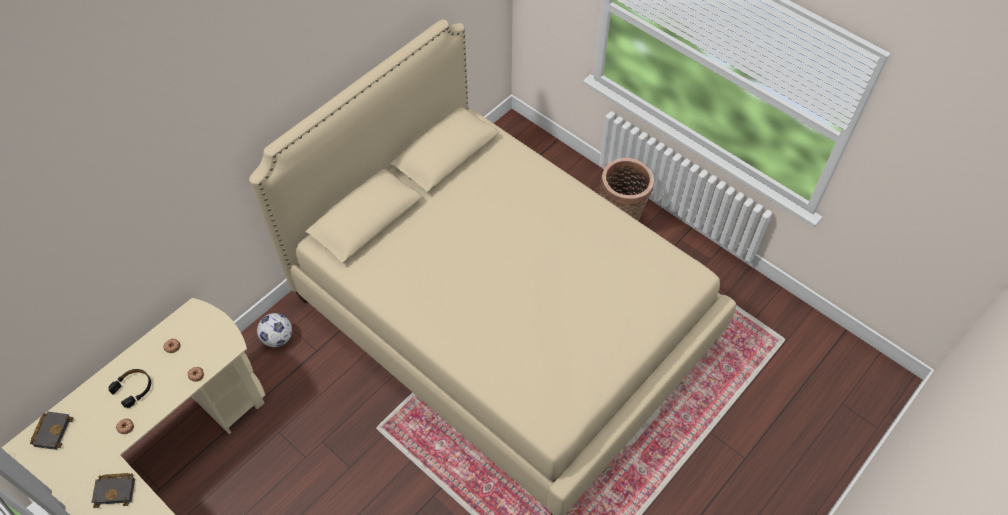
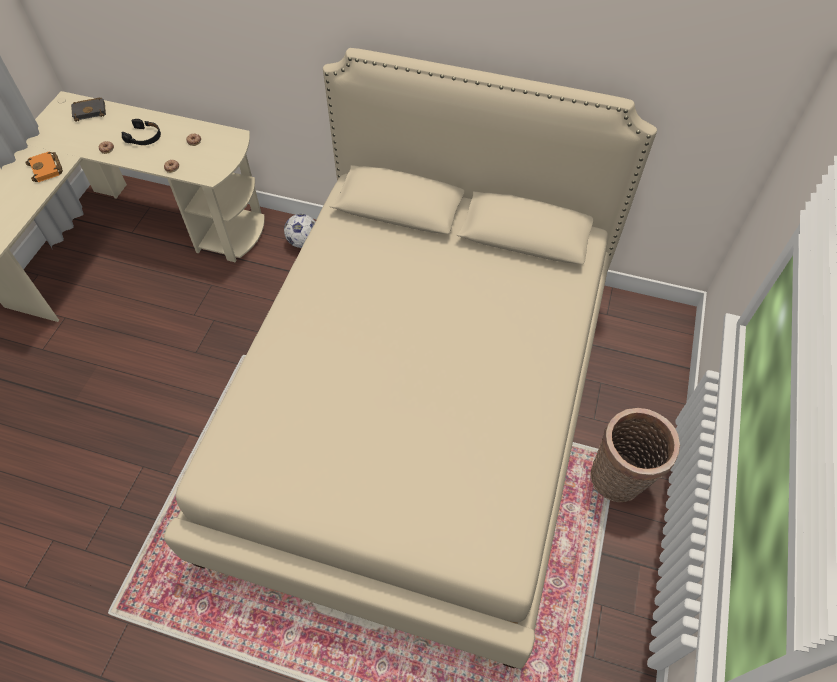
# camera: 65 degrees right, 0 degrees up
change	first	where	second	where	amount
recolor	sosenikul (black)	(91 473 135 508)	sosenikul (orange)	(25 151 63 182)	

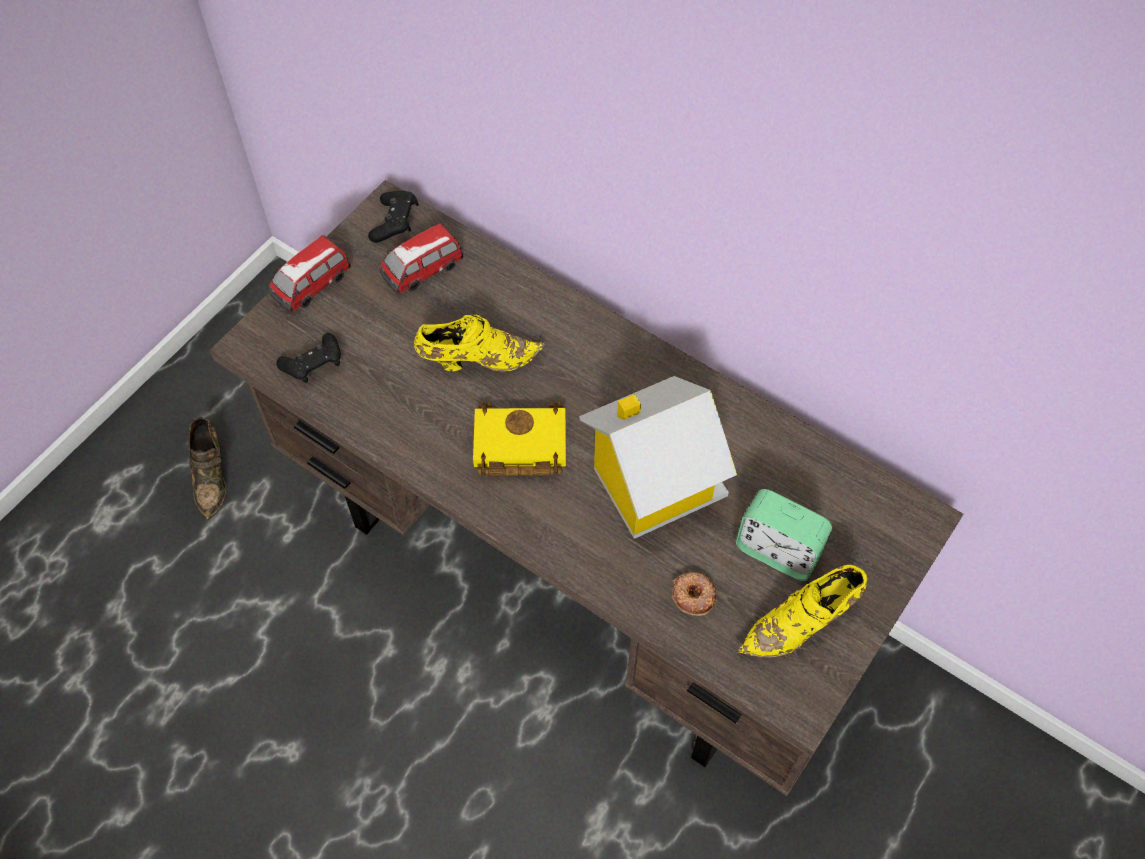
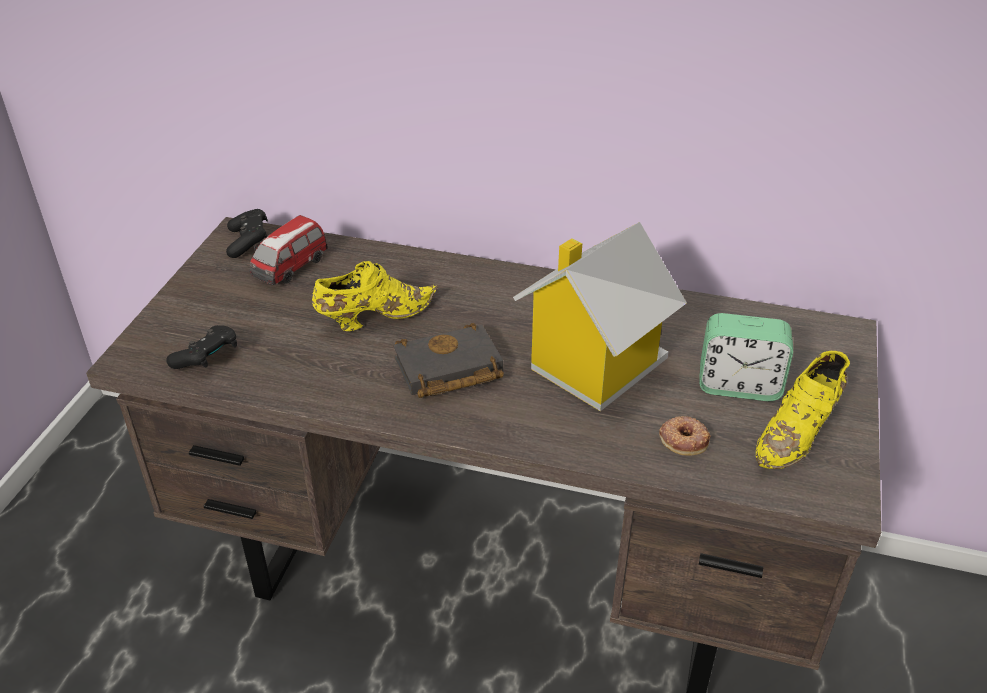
# camera: 20 degrees left, 20 degrees down
change	first	where	second	where	amount
delete	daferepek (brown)	(188 417 226 520)			
delete	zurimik	(269 235 351 312)			
recolor	sosenikul (yellow)	(473 402 566 476)	sosenikul (black)	(393 323 504 398)	

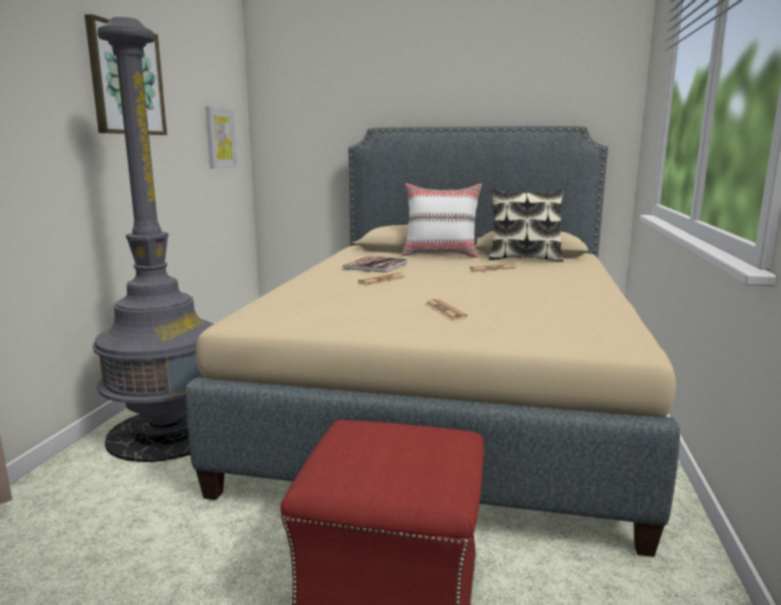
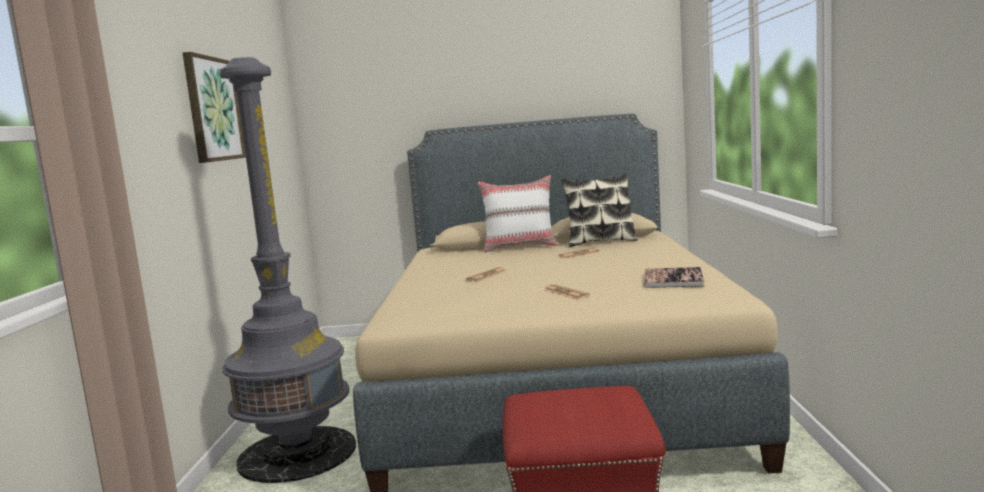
# camera: 10 degrees left, 5 degrees down
change	first	where	second	where	amount
delete	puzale	(205 106 237 169)			
move	sosenikul	(343 256 407 273)		(644 267 704 288)	

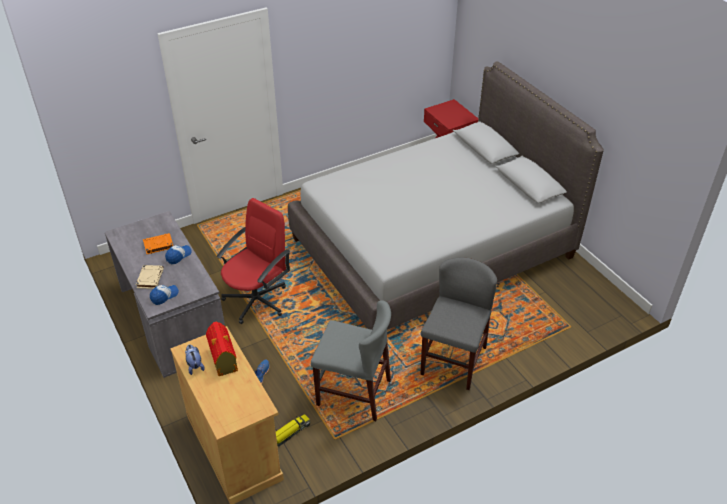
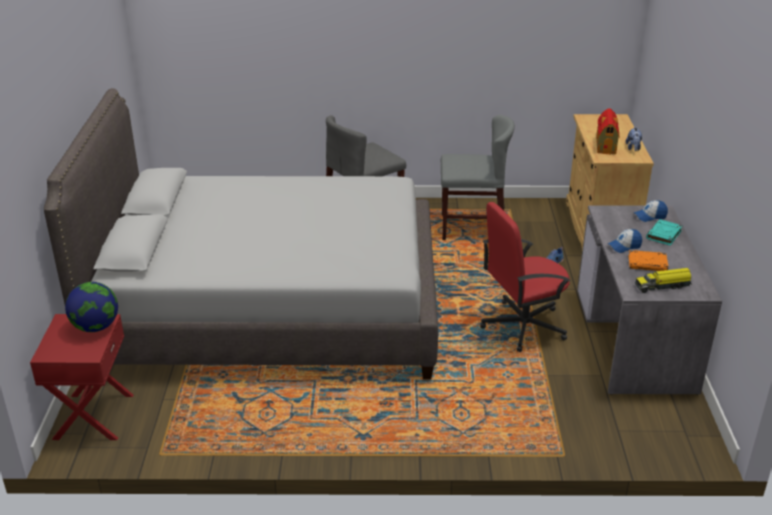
# camera: 150 degrees left, 10 degrees down
change	first	where	second	where	amount
recolor	sosenikul (beige)	(136 265 164 289)	sosenikul (turquoise)	(646 219 683 246)	
move	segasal	(276 414 311 447)		(635 268 692 293)	
rotate	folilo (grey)	(311 300 391 421)		(441 115 515 240)	135 degrees clockwise
insert			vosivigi	(65 282 118 332)	

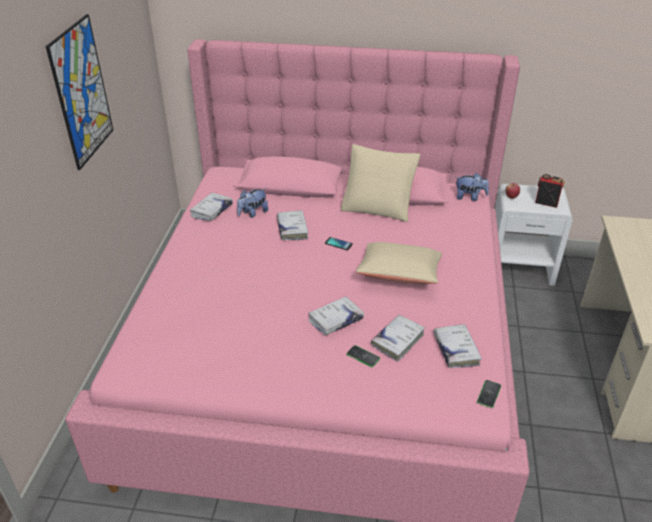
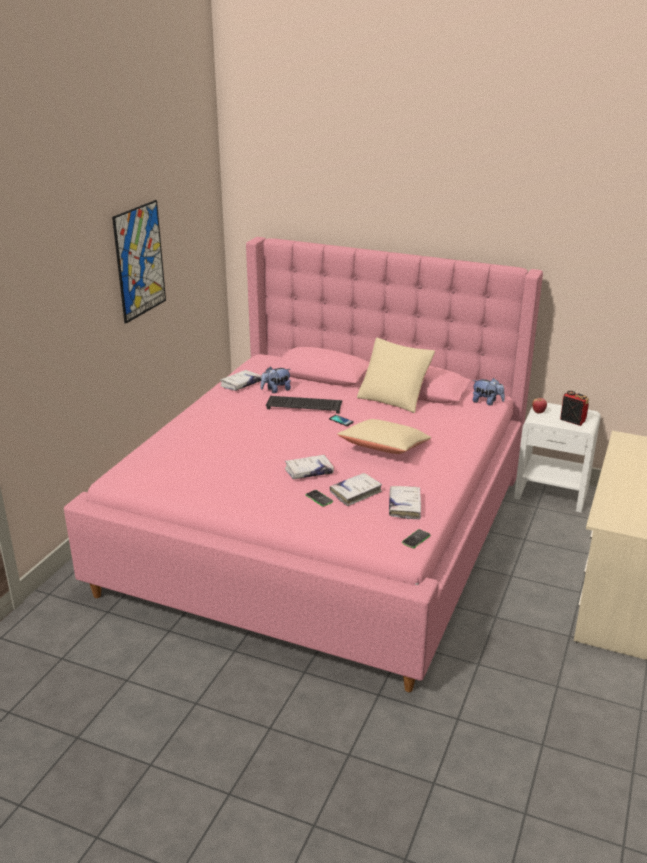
# camera: 15 degrees right, 10 degrees down
change	first	where	second	where	amount
replace	sosenikul (white)	(277 210 308 240)	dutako	(266 396 342 414)	

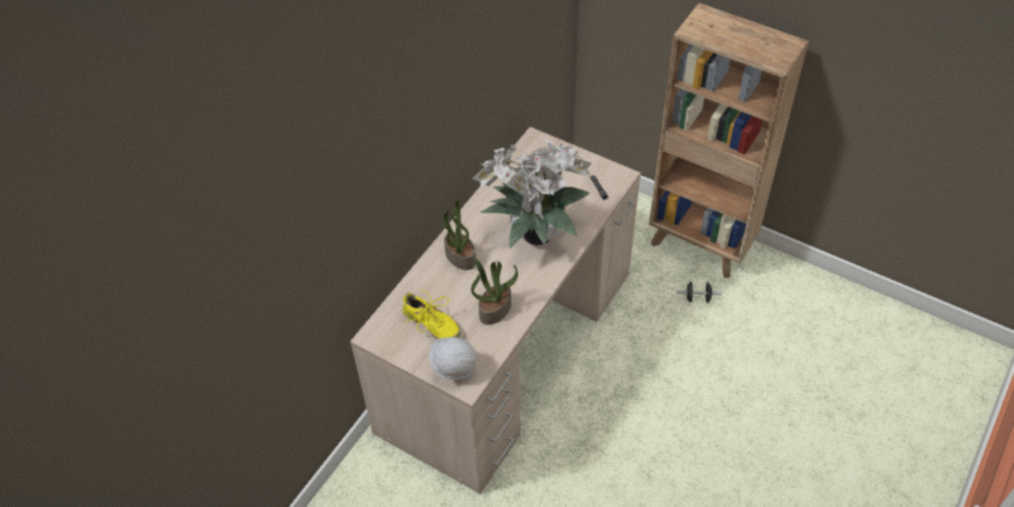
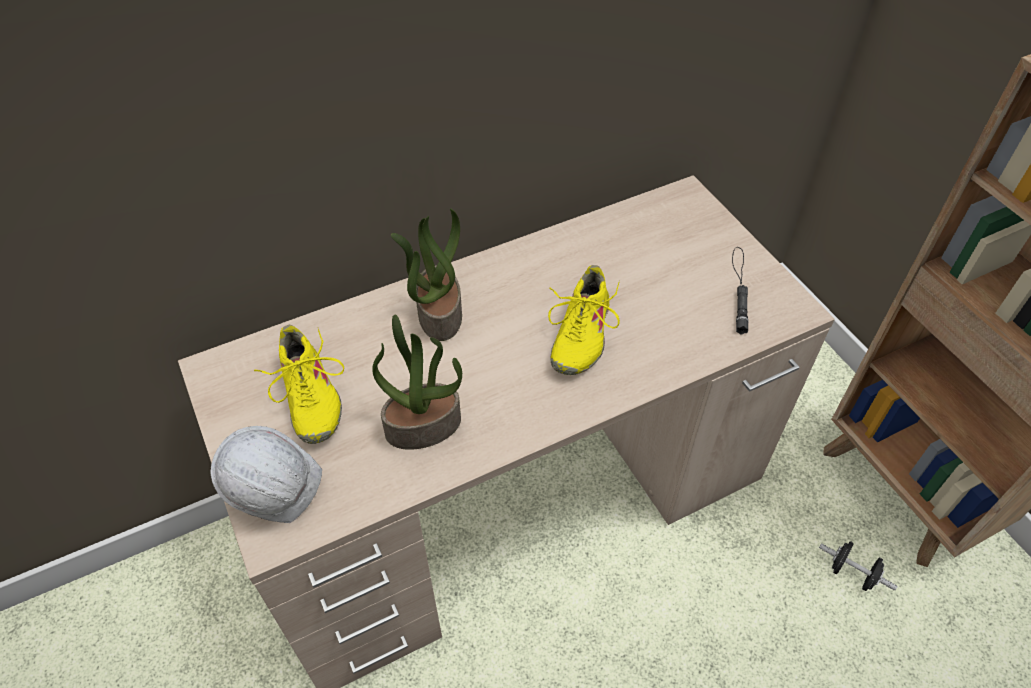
# camera: 30 degrees right, 0 degrees up
change	first	where	second	where	amount
replace	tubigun	(472 137 592 249)	daferepek (yellow)	(548 265 620 375)	

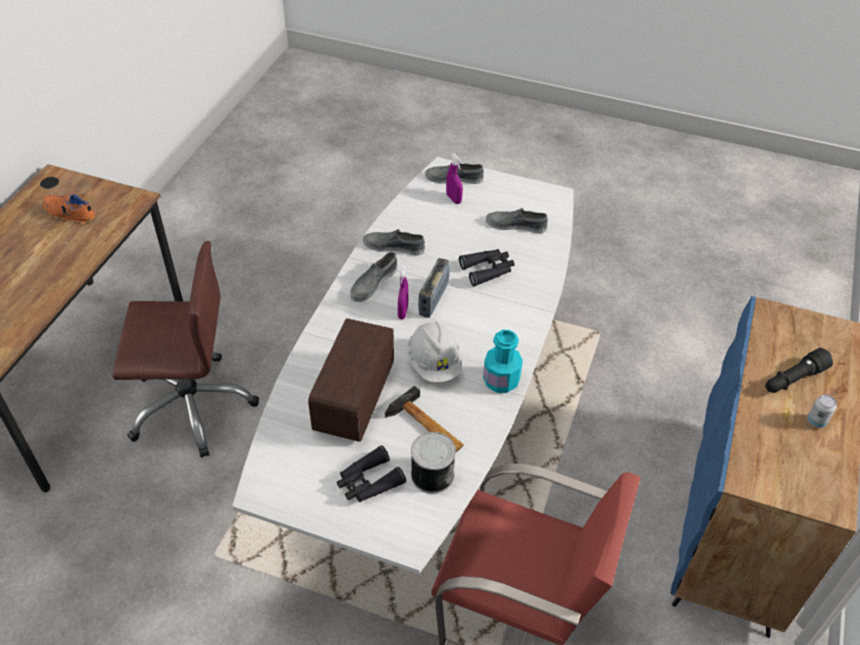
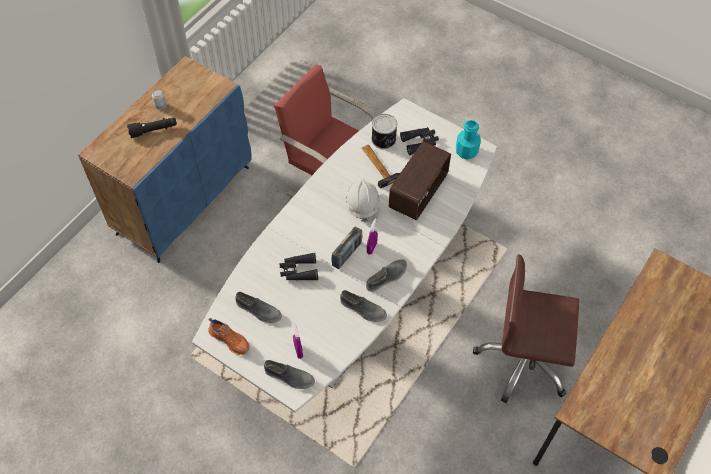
# camera: 165 degrees left, 10 degrees up
change	first	where	second	where	amount
move	daferepek (orange)	(42 193 97 225)		(208 318 250 355)	
move	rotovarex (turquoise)	(483 330 523 393)		(456 120 481 160)	

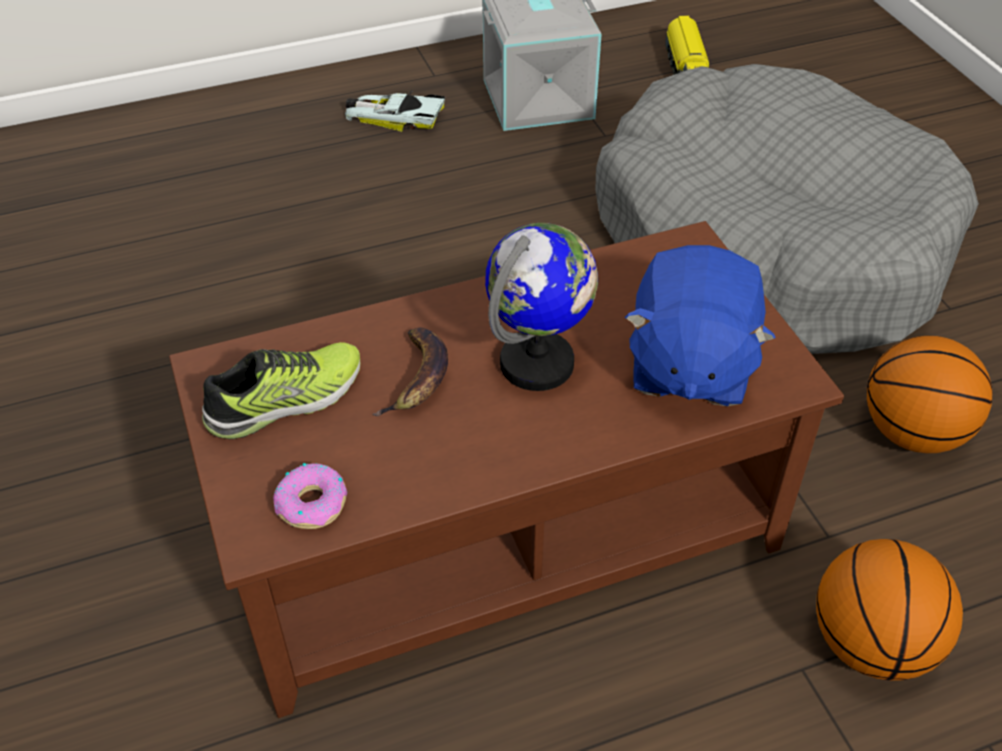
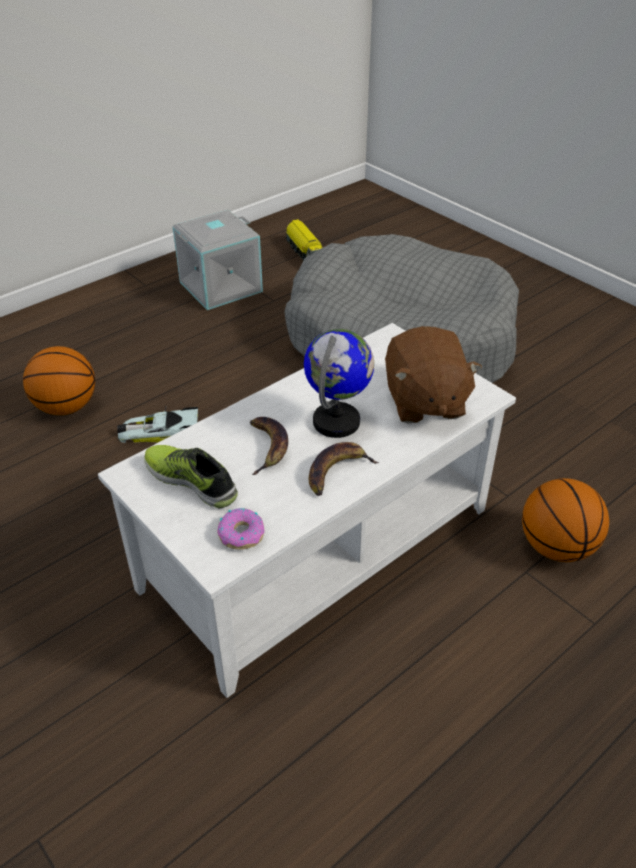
# camera: 20 degrees left, 5 degrees down
change	first	where	second	where	amount
recolor	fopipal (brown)	(169 221 844 718)	fopipal (white)	(98 323 516 698)	
rotate	daferepek	(202 342 360 439)		(144 445 238 508)	90 degrees counterclockwise
move	zurimik	(345 90 445 132)		(117 406 198 443)	
recolor	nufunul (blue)	(625 245 776 406)	nufunul (brown)	(385 326 482 424)	
move	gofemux	(867 336 992 453)		(23 346 95 415)	
insert			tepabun	(309 442 379 496)	

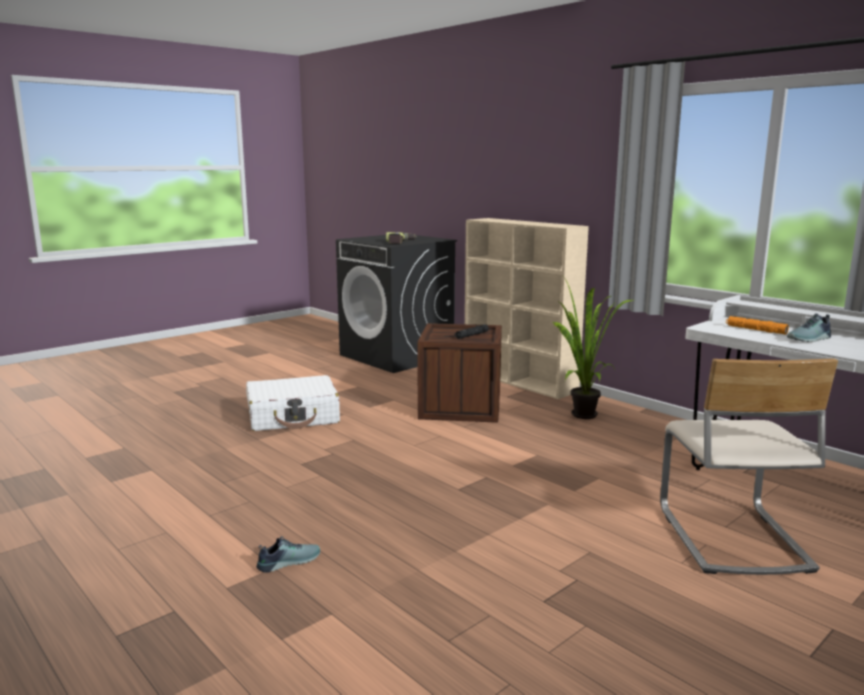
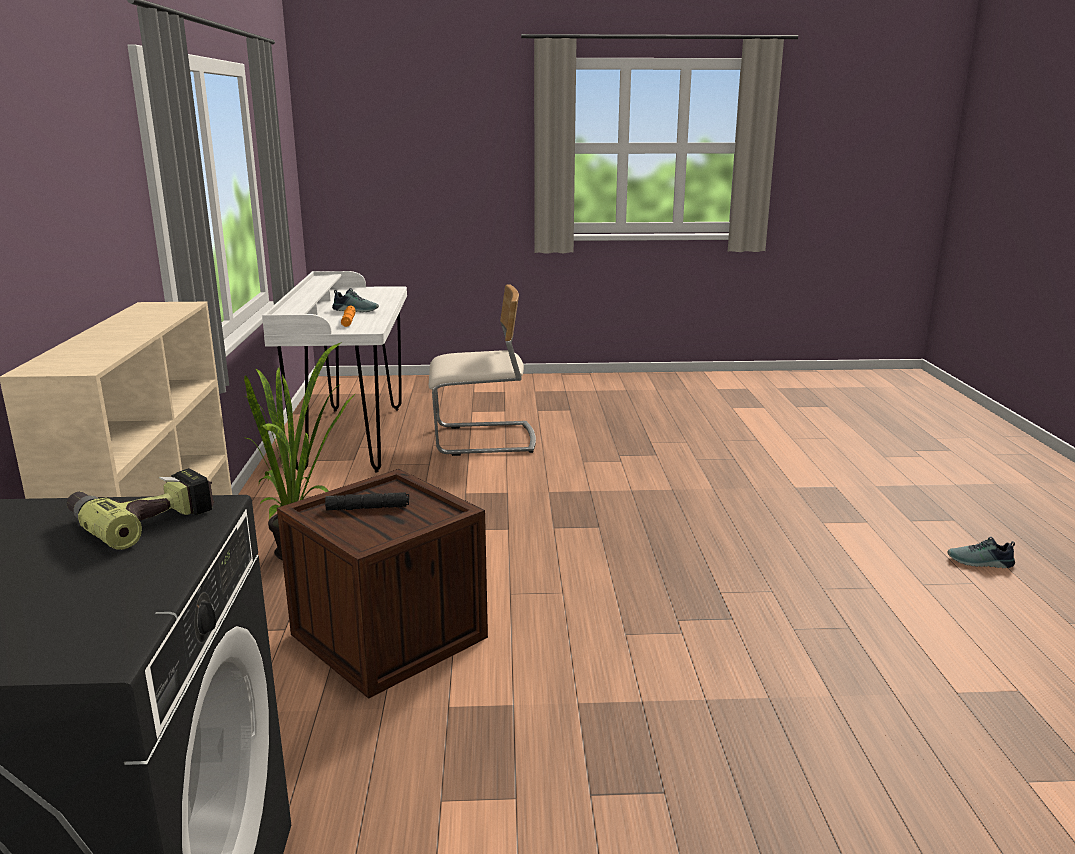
# camera: 140 degrees left, 5 degrees up
change	first	where	second	where	amount
delete	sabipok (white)	(246 375 340 431)			
move	daferepek	(256 536 320 573)		(947 537 1015 568)	
rotate	folilo (beige)	(660 358 838 575)		(429 284 536 456)	45 degrees clockwise

